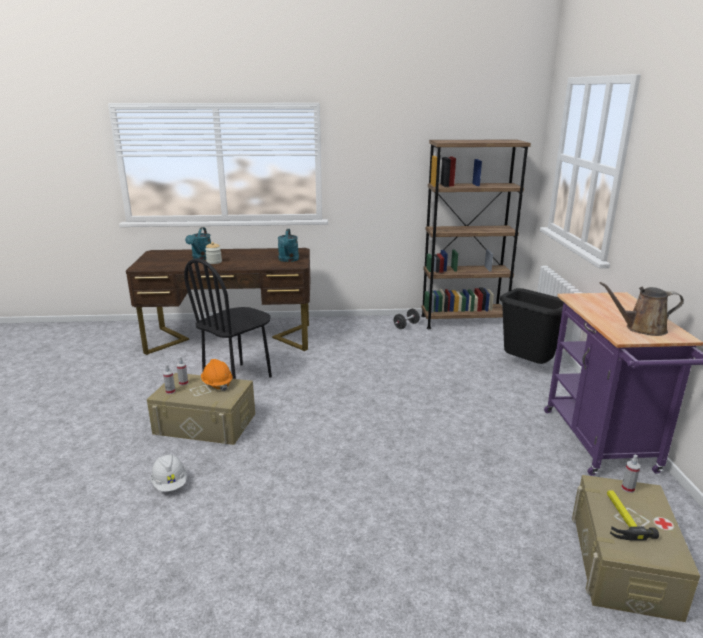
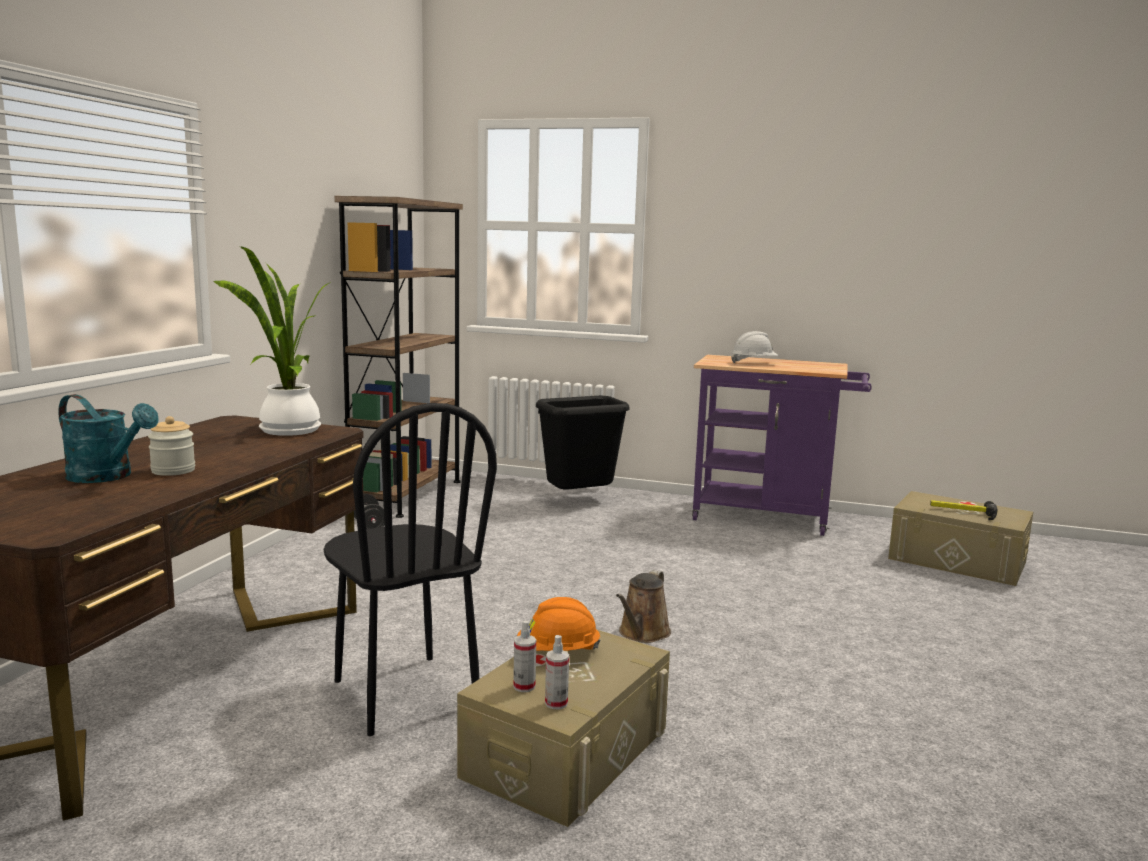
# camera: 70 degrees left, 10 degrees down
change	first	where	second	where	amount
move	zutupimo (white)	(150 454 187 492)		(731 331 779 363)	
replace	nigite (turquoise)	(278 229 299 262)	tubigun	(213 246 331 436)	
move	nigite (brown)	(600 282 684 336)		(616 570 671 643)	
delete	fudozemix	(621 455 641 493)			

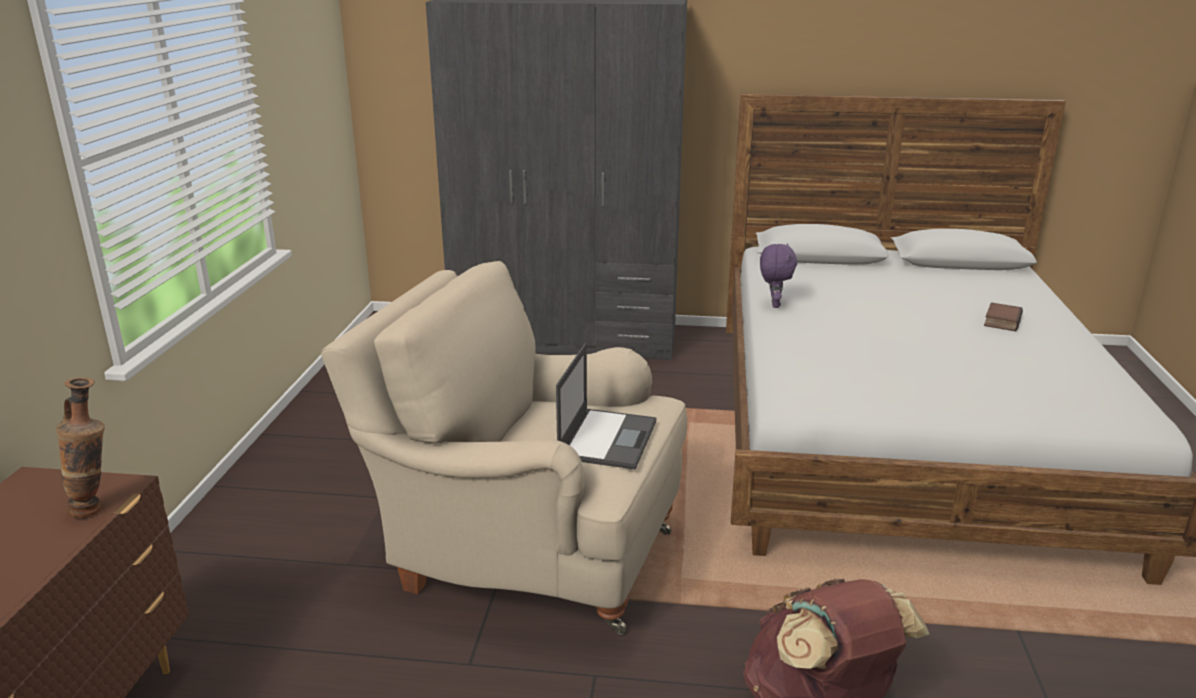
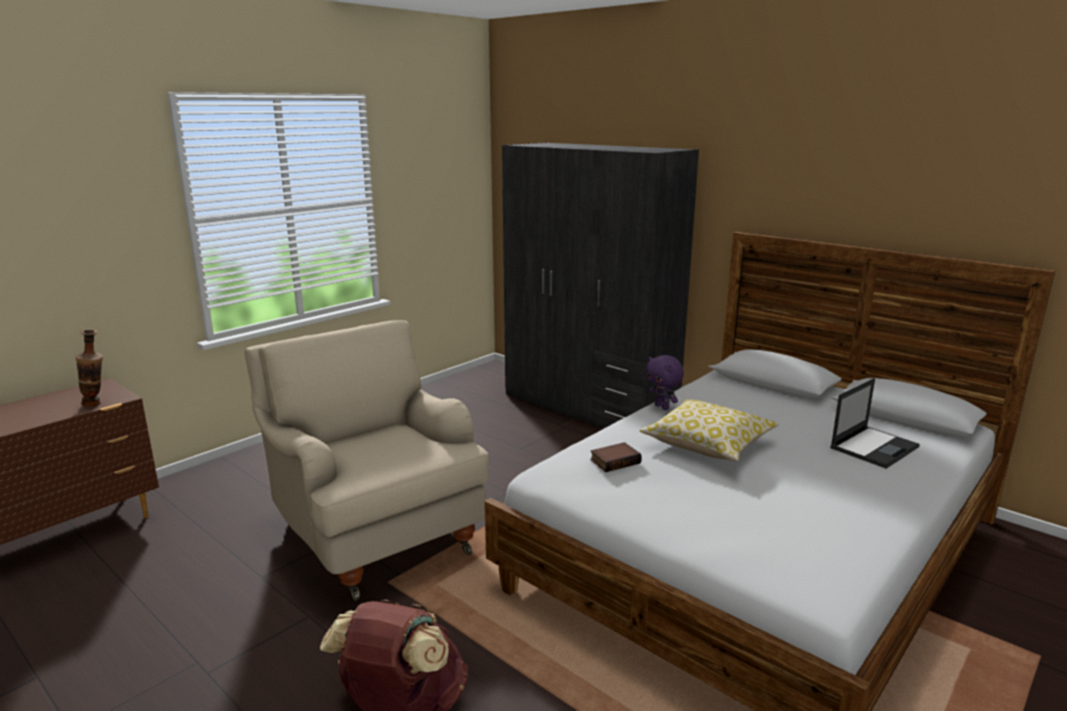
# camera: 35 degrees right, 5 degrees down
change	first	where	second	where	amount
move	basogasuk	(556 343 656 470)		(830 378 920 469)	
rotate	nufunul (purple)	(760 243 797 308)		(646 355 684 410)	105 degrees clockwise
move	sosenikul	(984 302 1023 331)		(590 442 642 472)	
insert			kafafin	(640 399 779 461)	

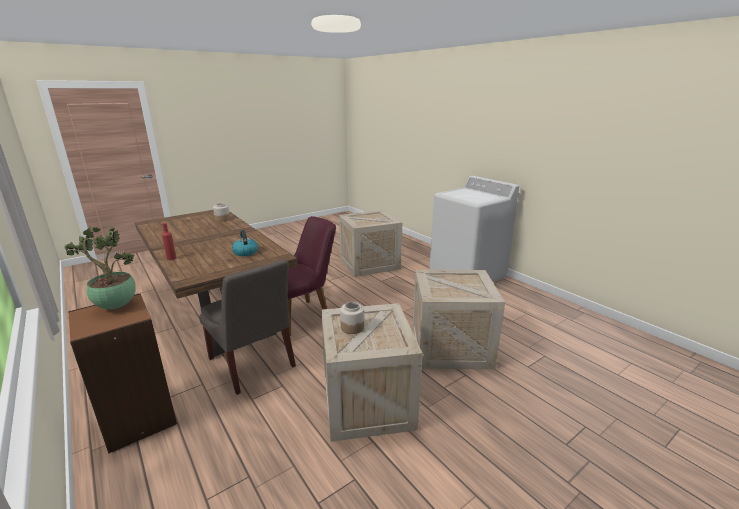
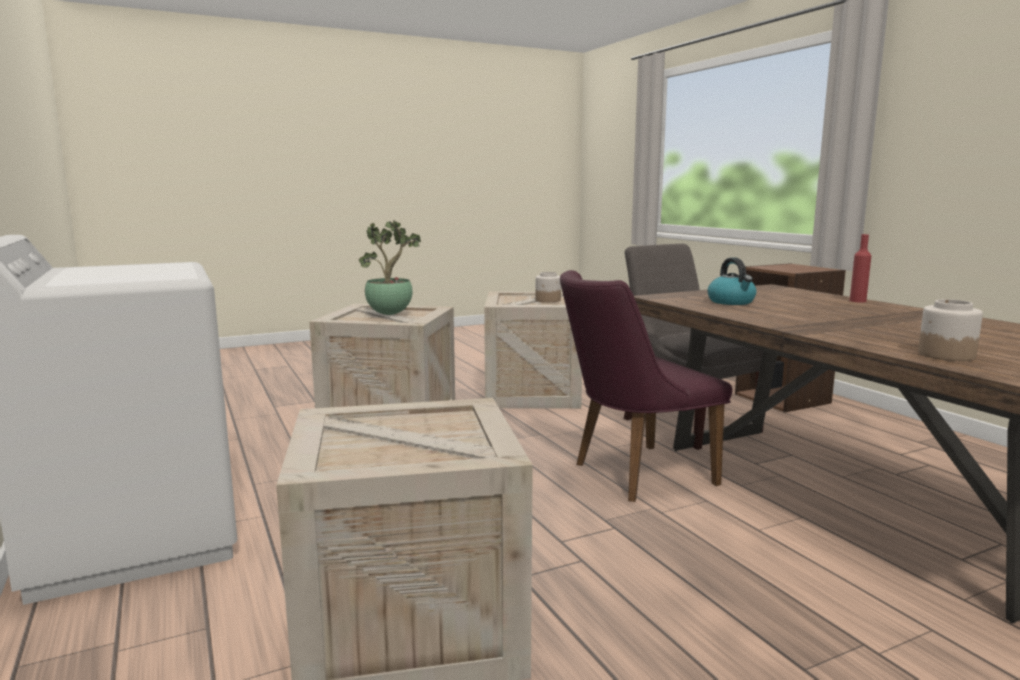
# camera: 170 degrees left, 10 degrees down
change	first	where	second	where	amount
move	tubigun	(64 227 136 309)		(359 220 421 315)	

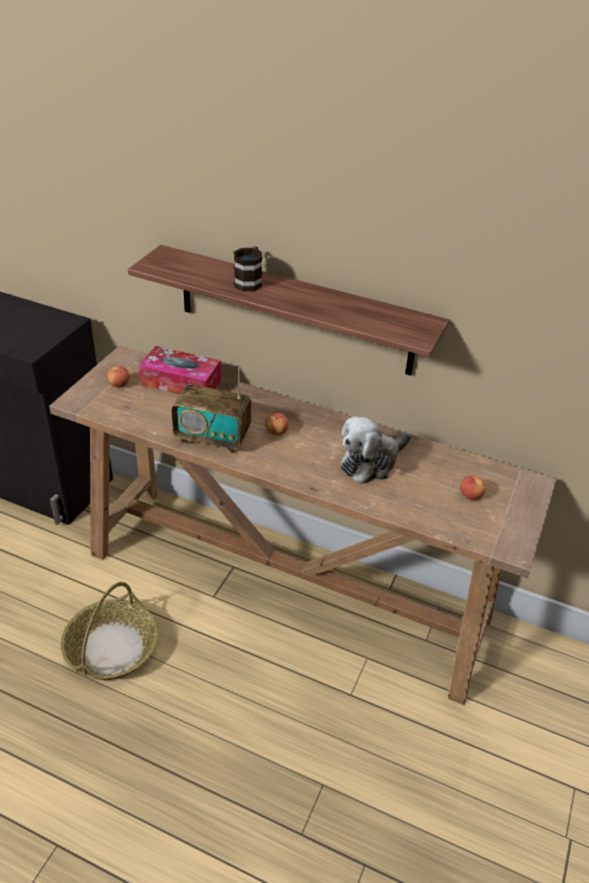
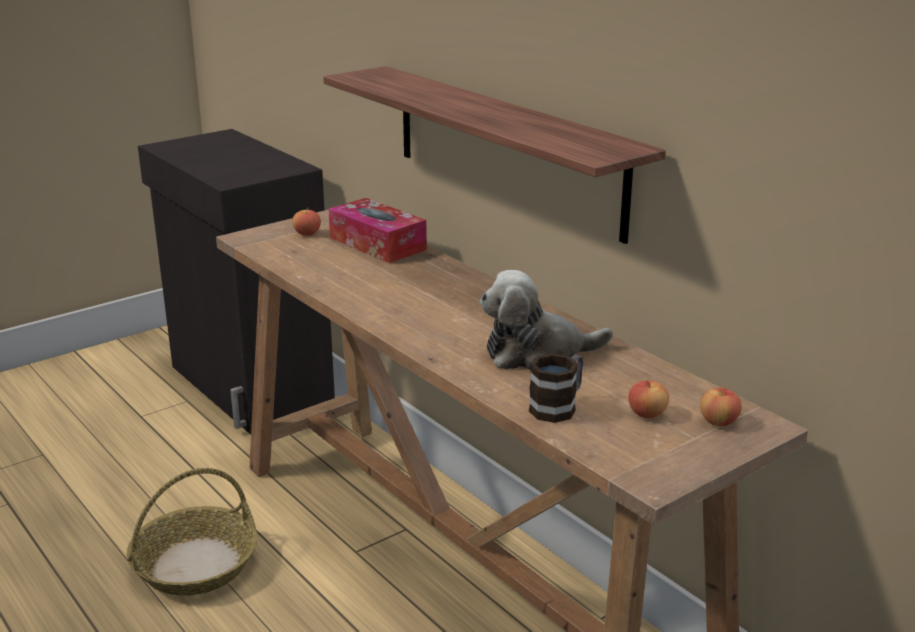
# camera: 30 degrees right, 15 degrees down
change	first	where	second	where	amount
delete	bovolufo	(172 364 251 454)			
move	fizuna	(234 246 262 291)		(529 353 583 423)	
move	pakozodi	(265 413 289 435)		(700 385 742 426)	

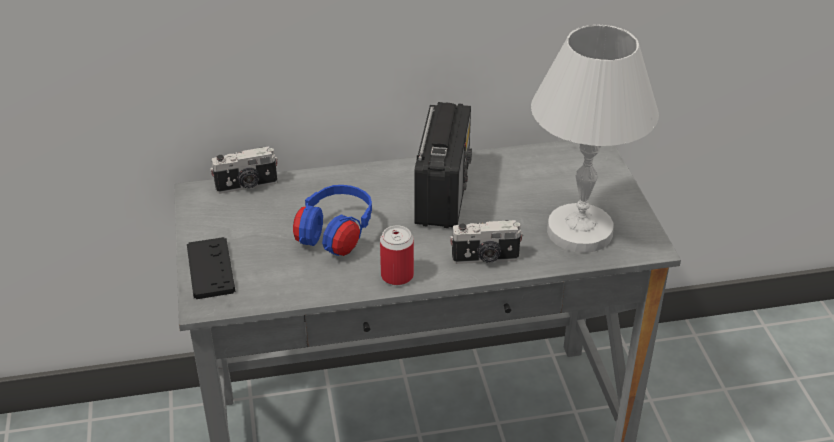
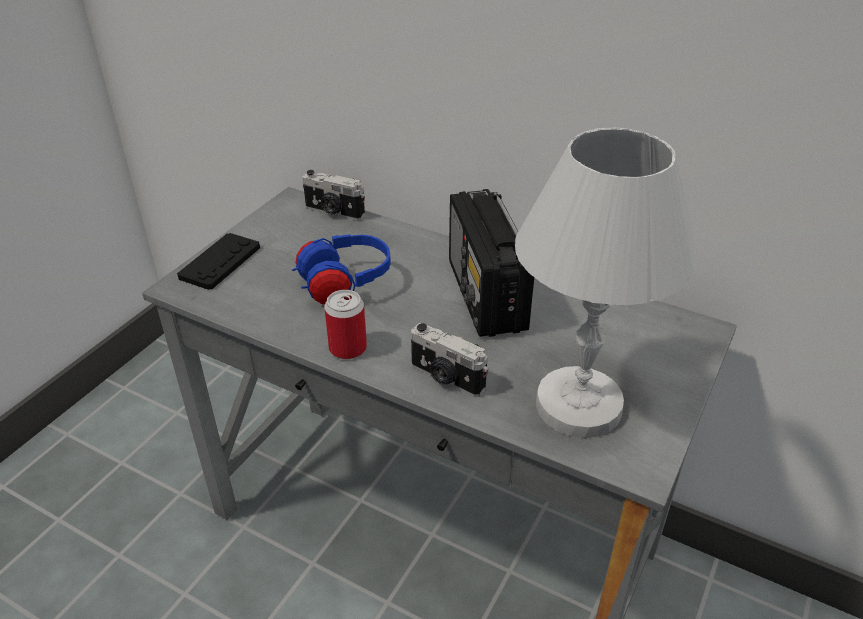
# camera: 40 degrees right, 0 degrees up
change	first	where	second	where	amount
rotate	bovolufo	(414 102 472 228)		(449 189 534 337)	120 degrees clockwise

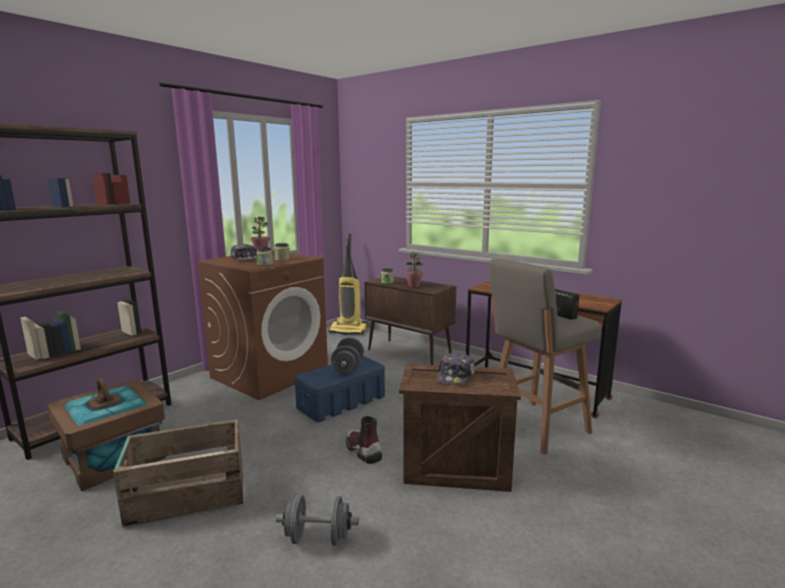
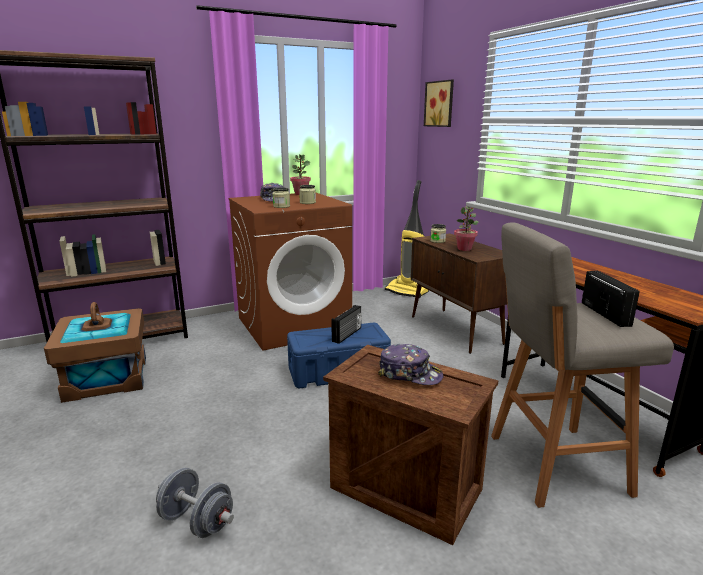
# camera: 25 degrees right, 5 degrees up
change	first	where	second	where	amount
delete	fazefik	(113 419 243 527)			
replace	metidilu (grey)	(331 337 364 374)	bovolufo	(331 305 361 344)	
delete	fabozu	(345 416 382 464)			
rotate	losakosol	(437 352 475 385)		(378 344 443 385)	120 degrees counterclockwise
insert			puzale	(424 79 454 127)	

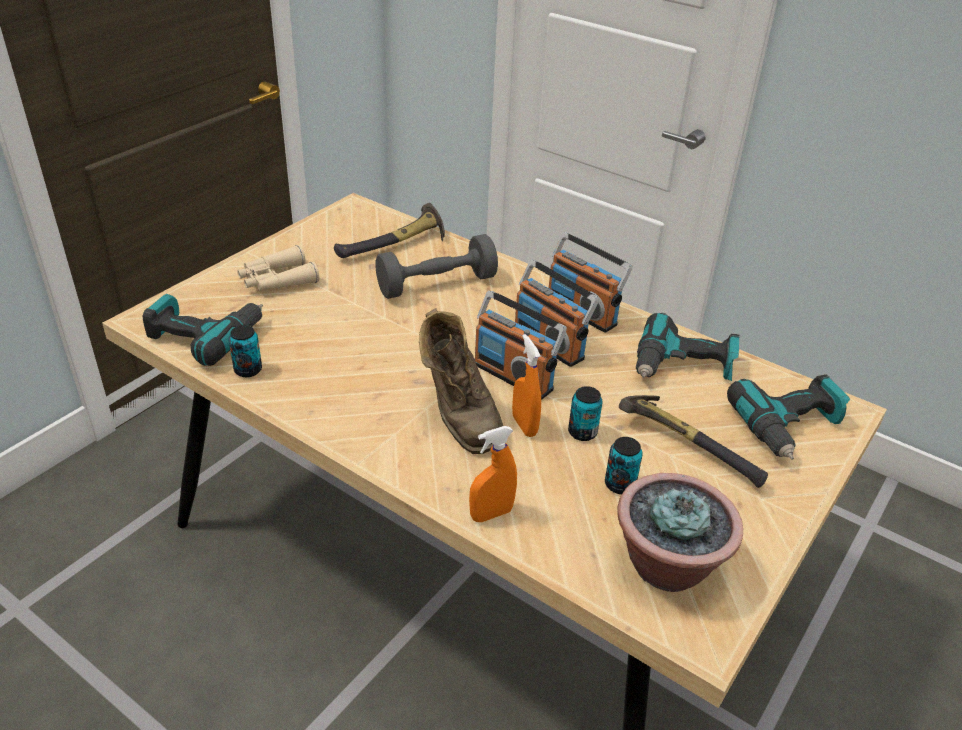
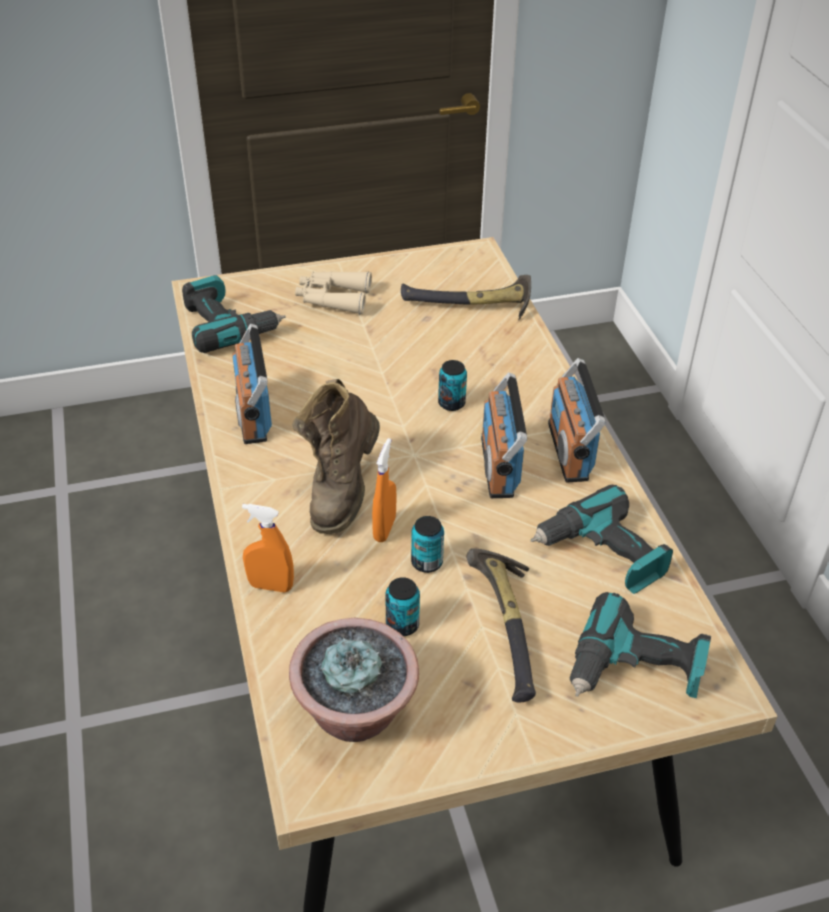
# camera: 40 degrees right, 5 degrees up
change	first	where	second	where	amount
move	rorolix	(229 325 262 377)		(438 360 467 411)	
delete	metidilu (grey)	(375 234 498 299)			
move	bovolufo	(475 291 567 400)		(232 324 272 444)	

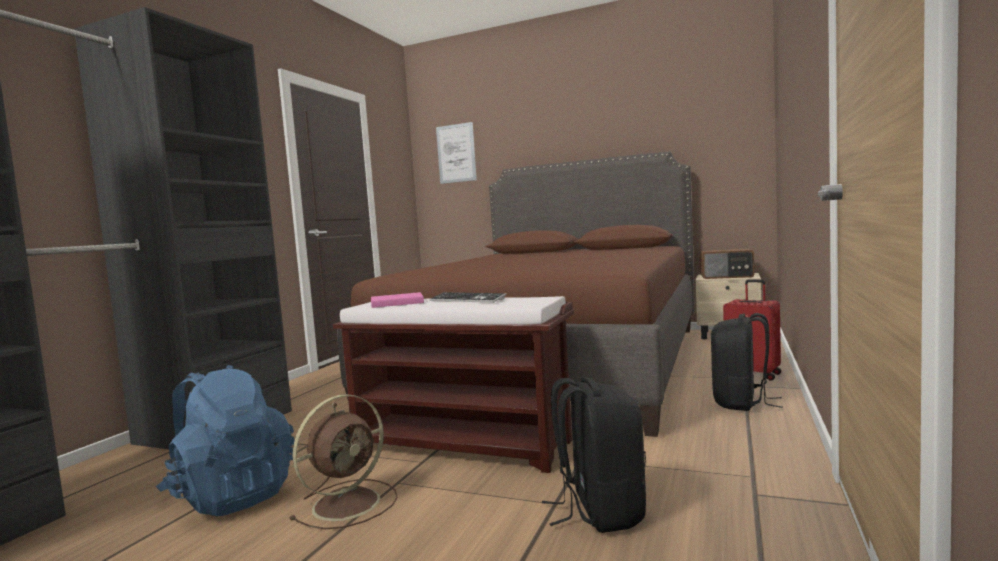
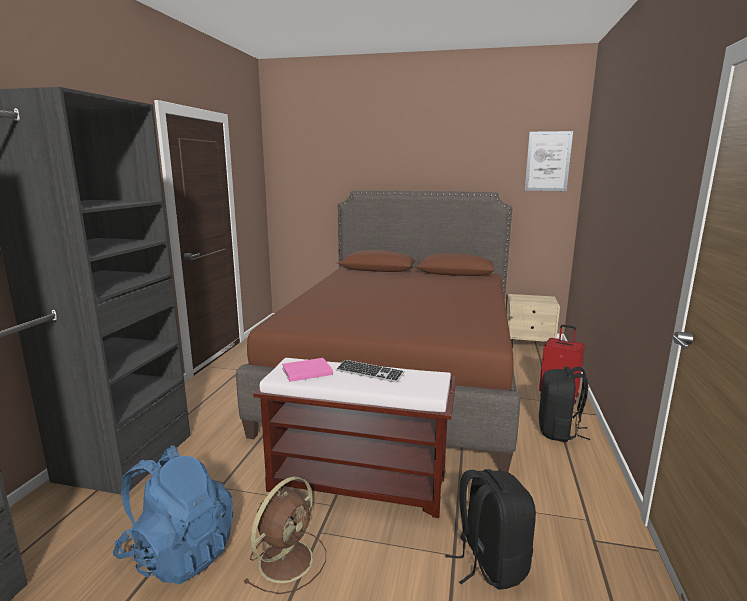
# camera: 10 degrees left, 10 degrees up
change	first	where	second	where	amount
move	puzale	(436 122 477 184)		(524 131 573 191)	
delete	bovolufo	(700 248 754 279)			

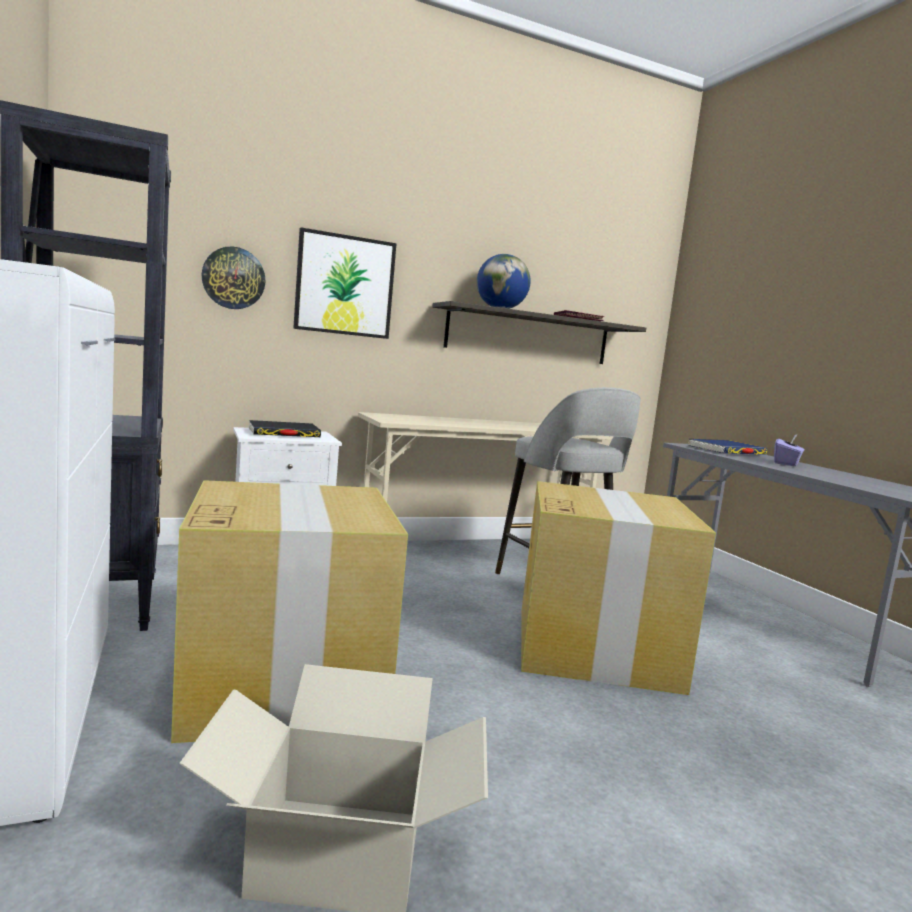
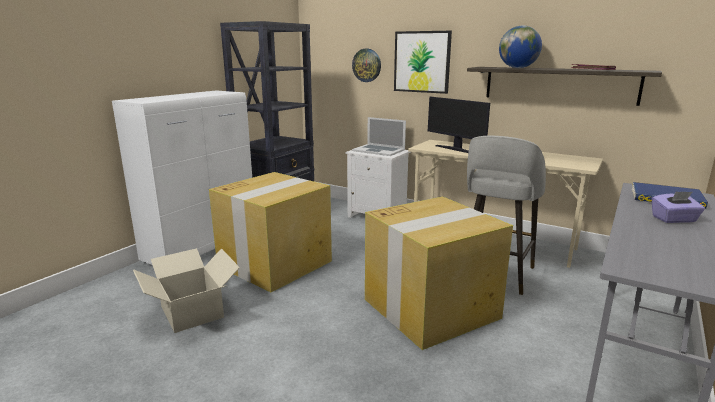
# camera: 55 degrees right, 10 degrees up
change	first	where	second	where	amount
replace	sosenikul (black)	(249 420 321 437)	basogasuk	(352 117 406 156)	
insert			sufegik	(428 97 490 153)	

